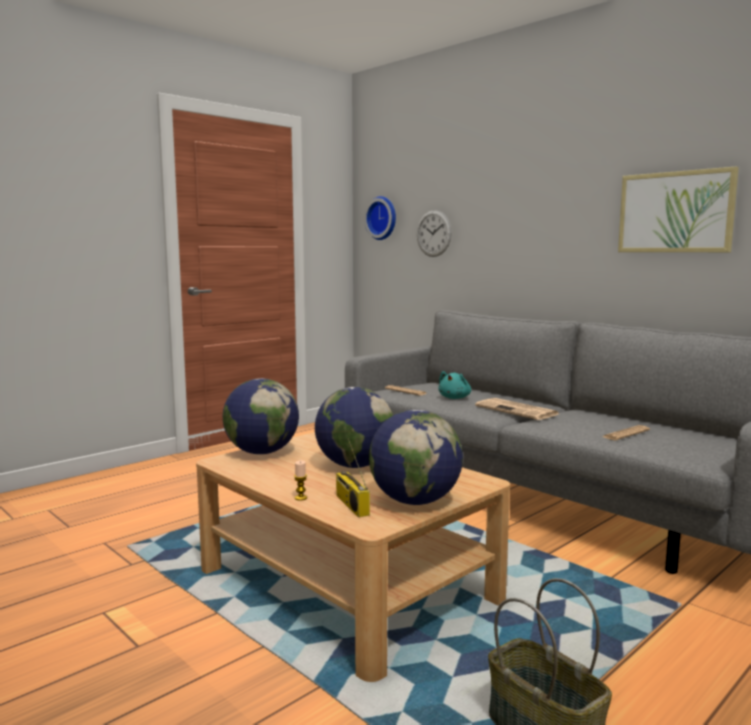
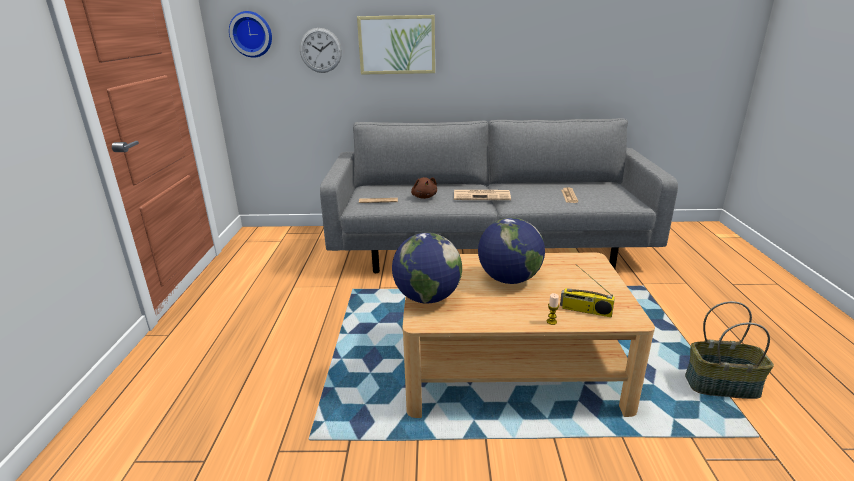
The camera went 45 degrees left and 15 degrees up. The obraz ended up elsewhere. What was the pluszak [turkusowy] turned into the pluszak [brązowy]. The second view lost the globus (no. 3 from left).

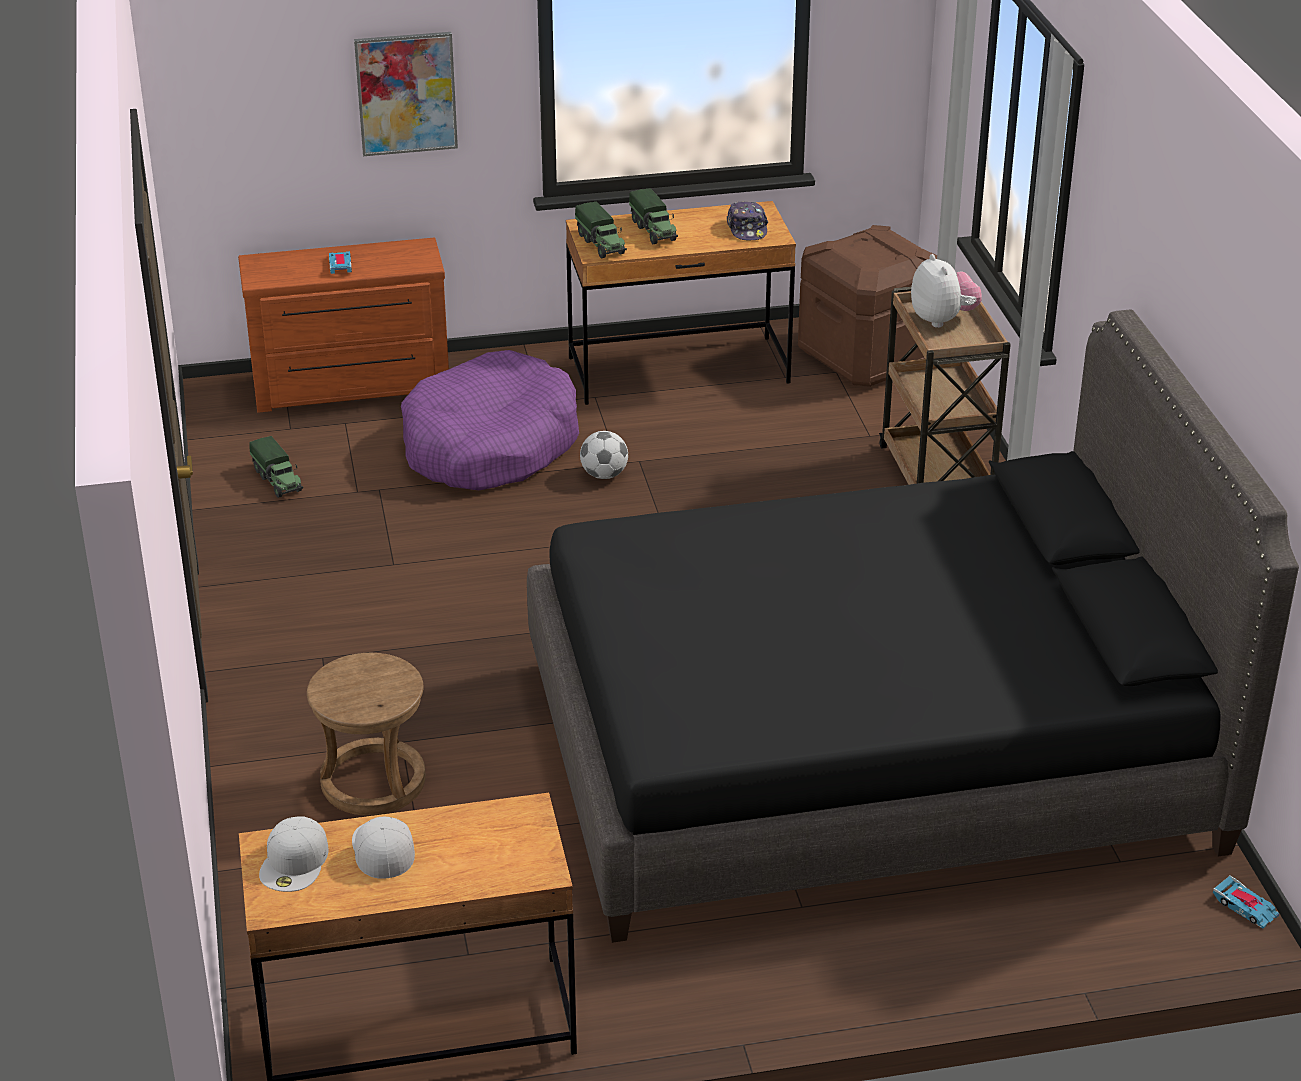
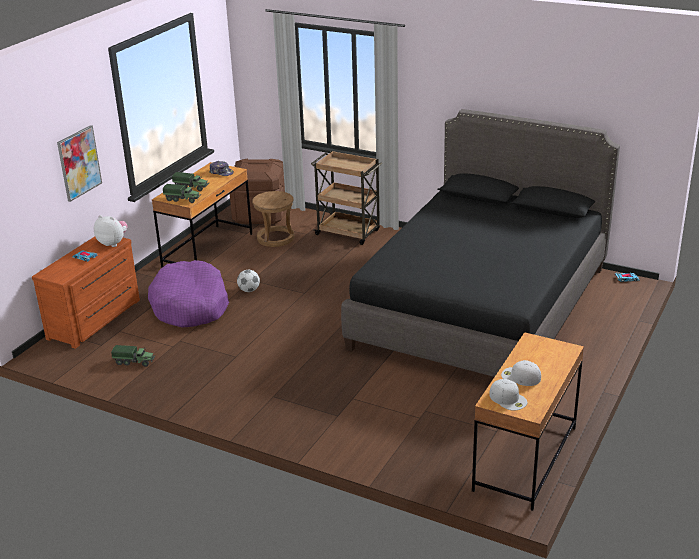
The camera went 50 degrees left and 5 degrees down. The pluszak ended up elsewhere. The stołek [brązowy] ended up elsewhere.

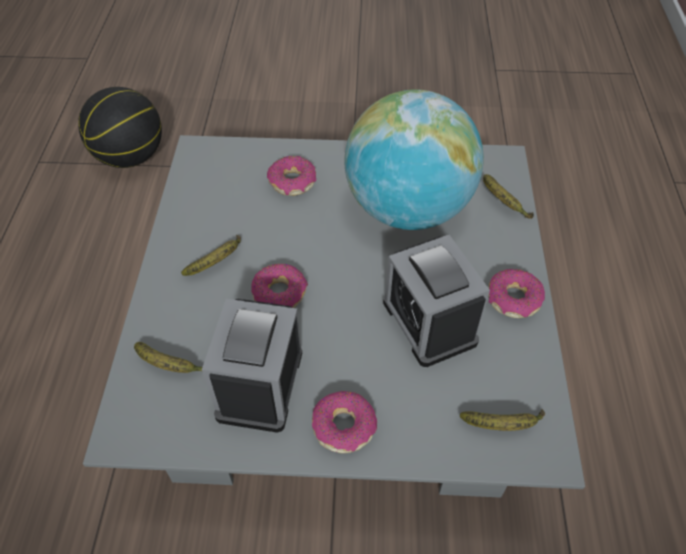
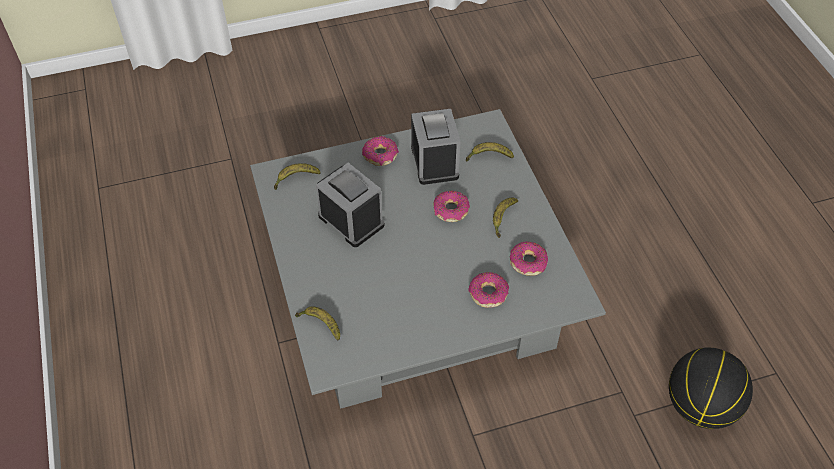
The camera went 160 degrees right and 0 degrees up. The donut (no. 4 from left) ended up elsewhere. The second view lost the globus.

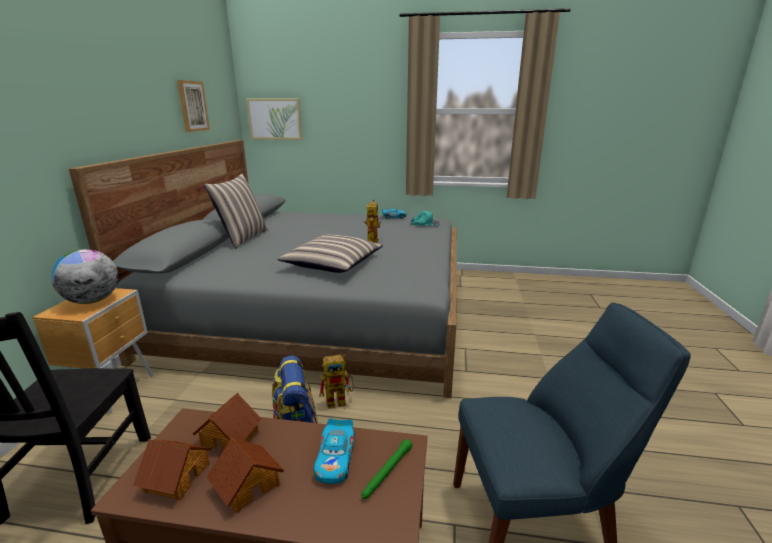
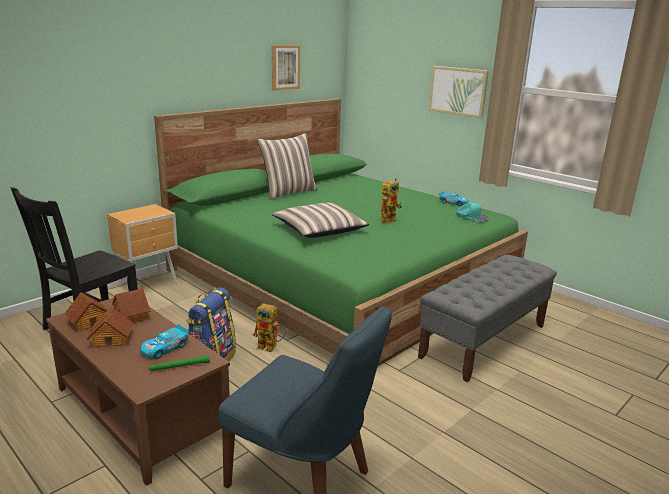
The camera went 35 degrees right and 0 degrees up. What was the łóżko [szary] turned into the łóżko [zielony]. The second view gained the ławka [szary]. The obraz (no. 2 from left) ended up elsewhere. The second view lost the globus.

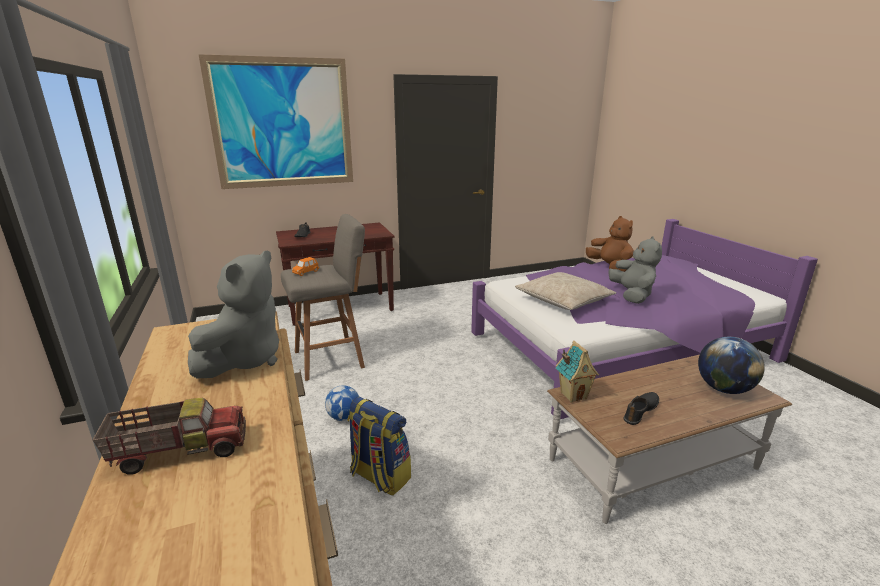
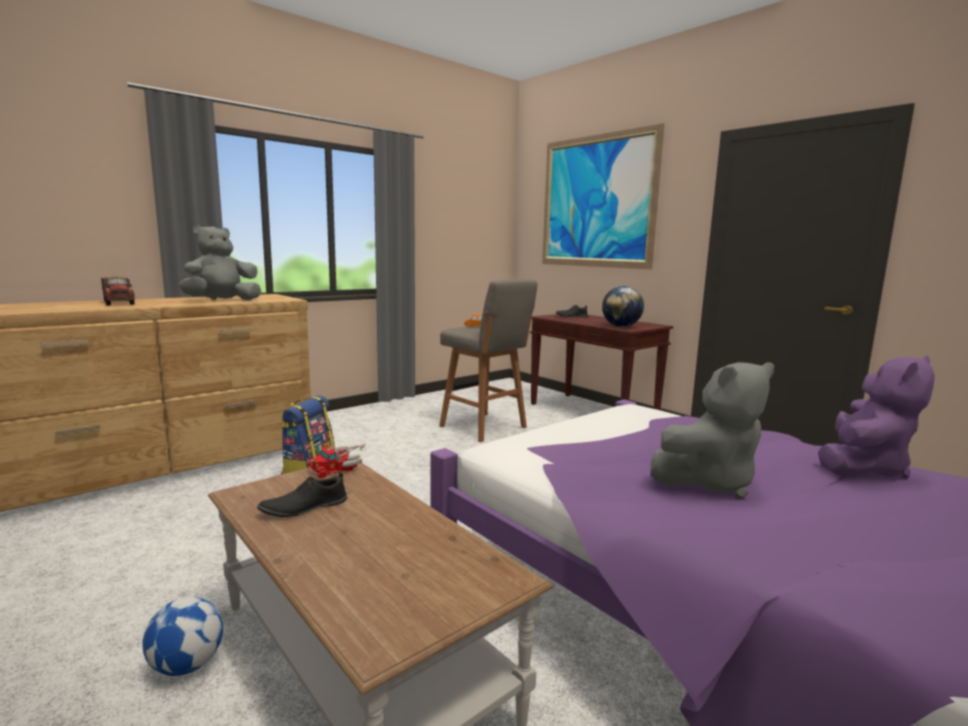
The camera went 70 degrees right and 10 degrees down. The piłka futbolowa ended up elsewhere. The pluszak [szary] (no. 1 from left) ended up facing another way, 135 degrees clockwise from before. The but [czarny] (no. 2 from left in the first image) ended up facing another way, 120 degrees clockwise from before. Where the domek stood, the ciężarówka zabawkowa (no. 2 from left) came to stand. The globus ended up elsewhere. What was the pluszak [brązowy] turned into the pluszak [fioletowy]. The second view lost the poduszka [beżowy].

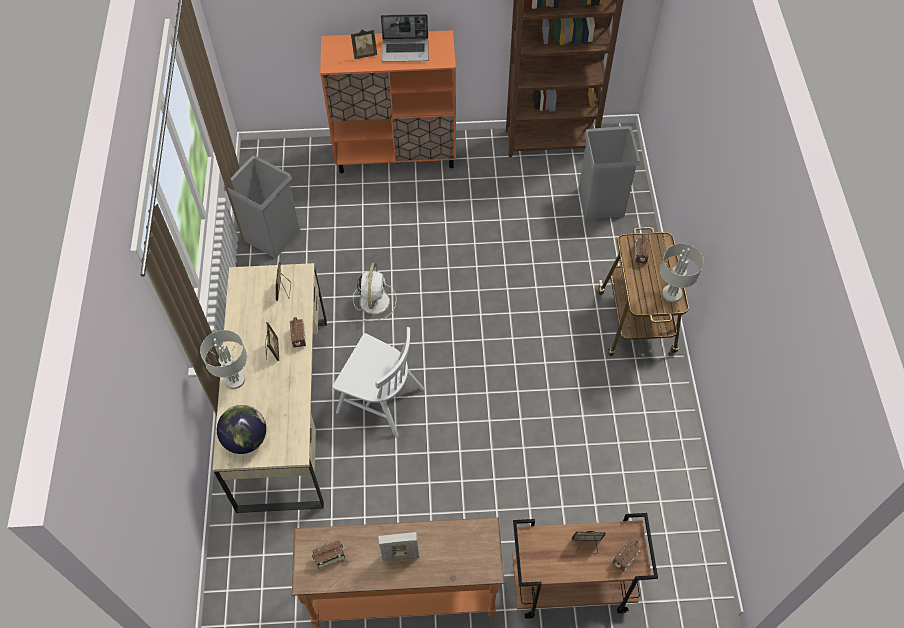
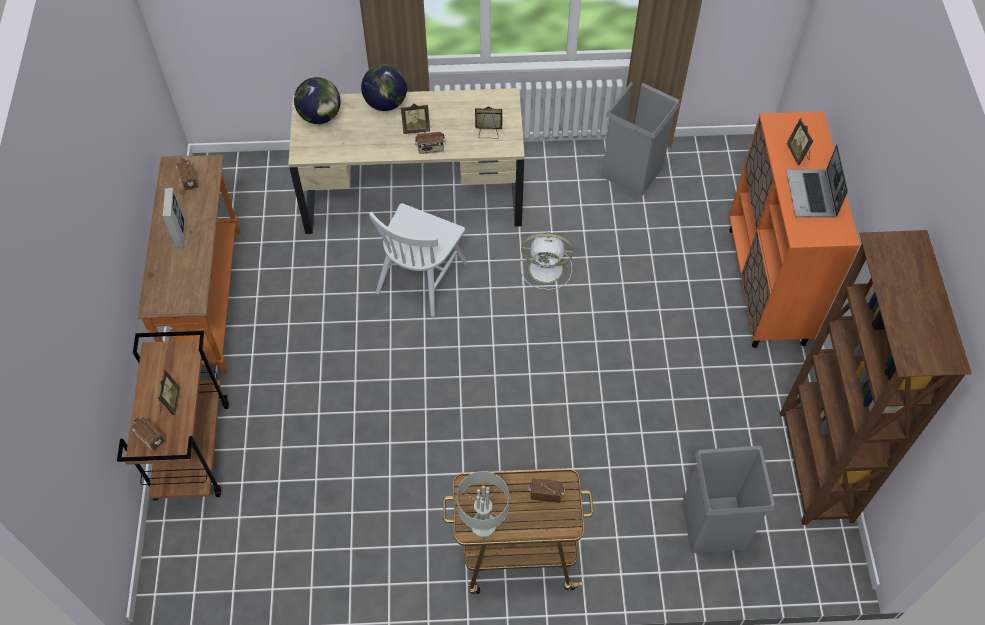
The camera went 90 degrees right and 0 degrees up. Where the lampa stołowa [szary] (no. 1 from left) stood, the globus (no. 2 from left) came to stand.

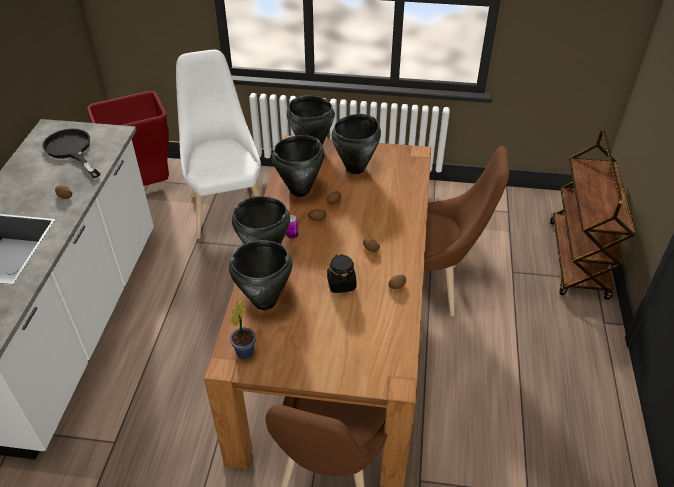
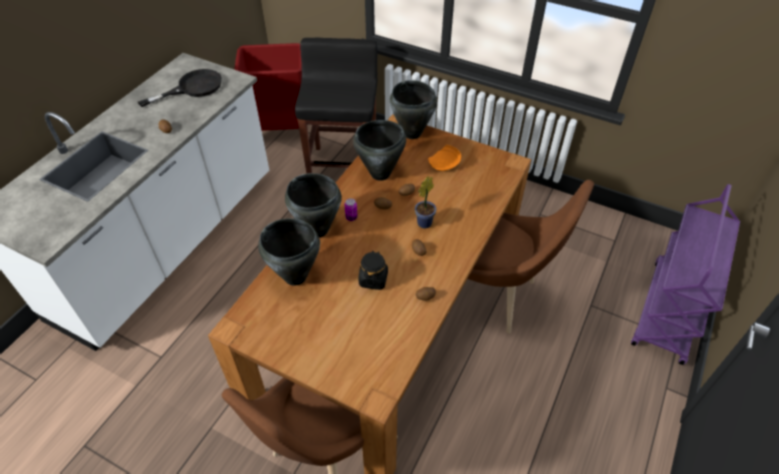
The camera went 20 degrees right and 5 degrees up. The patelnia [czarny] ended up facing another way, 75 degrees clockwise from before. Where the krzesło [biały] stood, the stołek [czarny] came to stand. The roślina doniczkowa ended up elsewhere. Where the garnek [czarny] (no. 5 from left) stood, the talerz [pomarańczowy] came to stand. What was the wózek [brązowy] turned into the wózek [fioletowy].

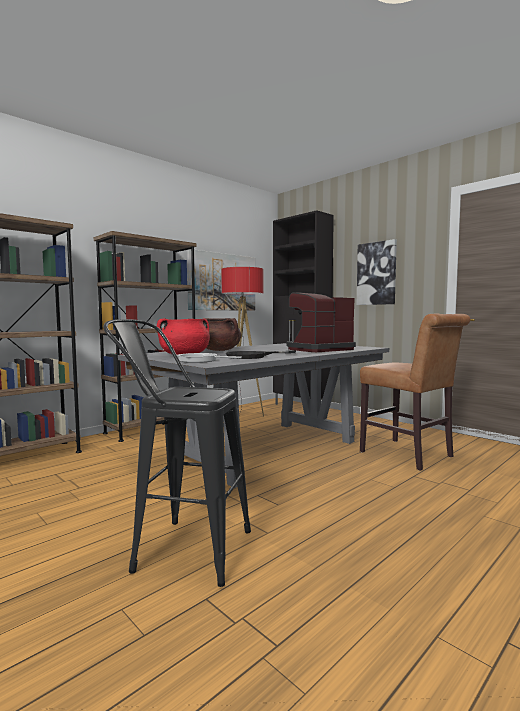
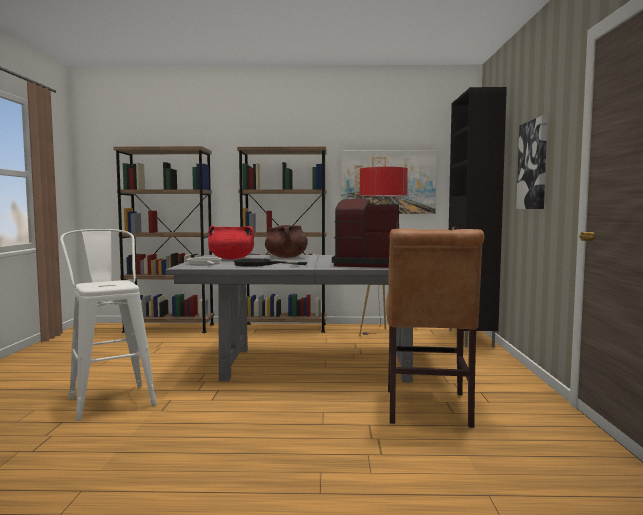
The camera went 45 degrees right and 0 degrees up. What was the stołek [czarny] turned into the stołek [biały].

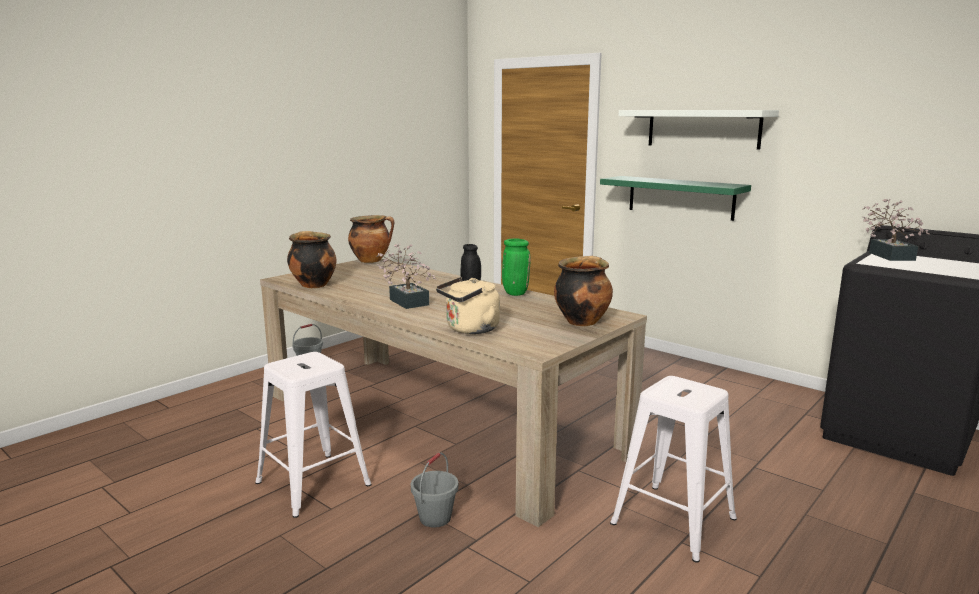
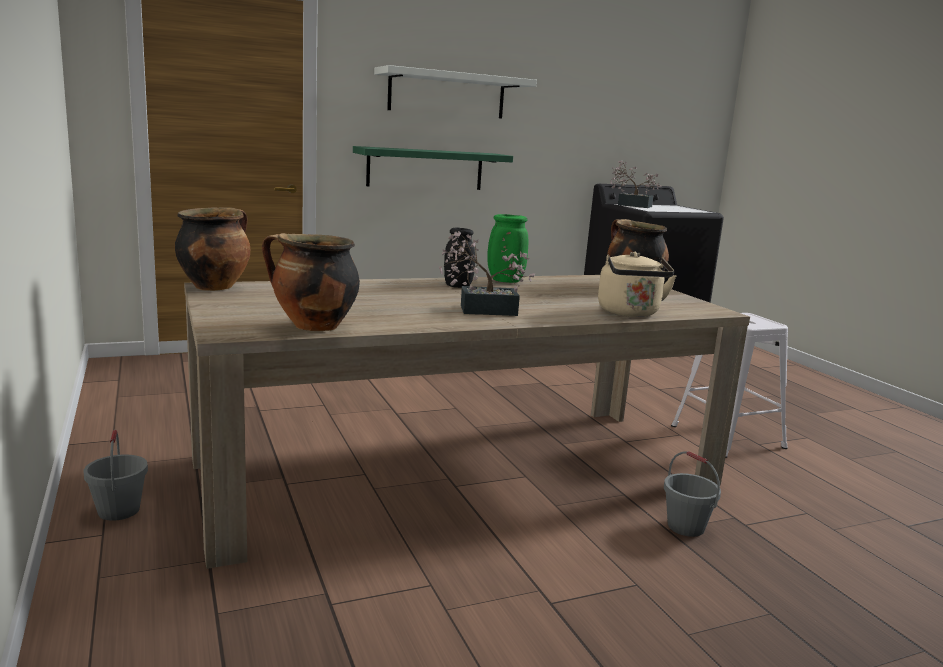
The camera went 65 degrees left and 0 degrees up. The second view lost the stołek [biały] (no. 1 from left).

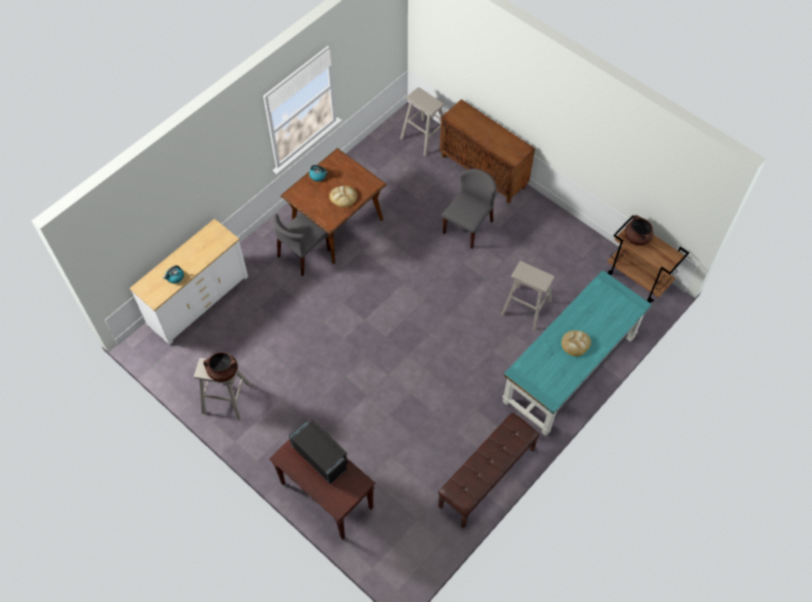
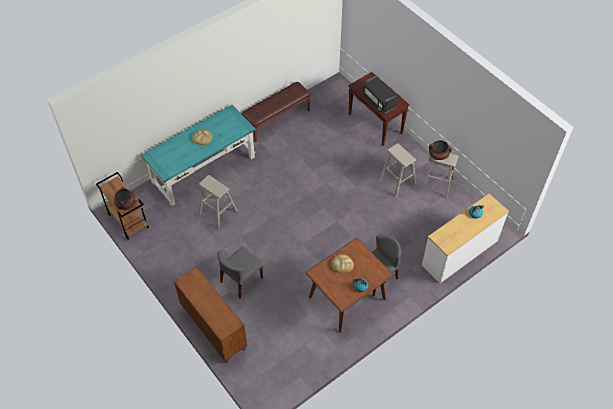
The camera went 170 degrees left and 5 degrees down. The stołek [beżowy] (no. 2 from left) ended up elsewhere.

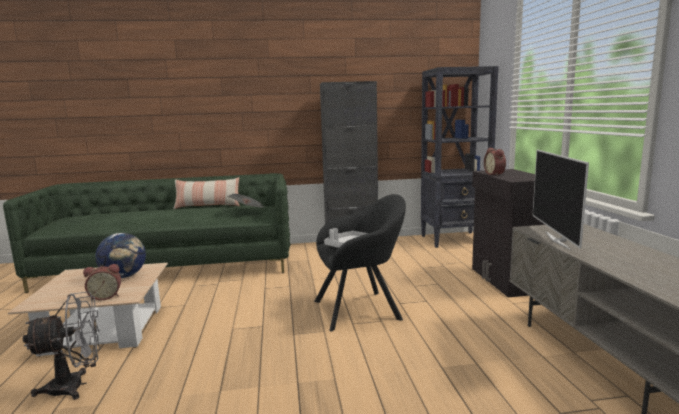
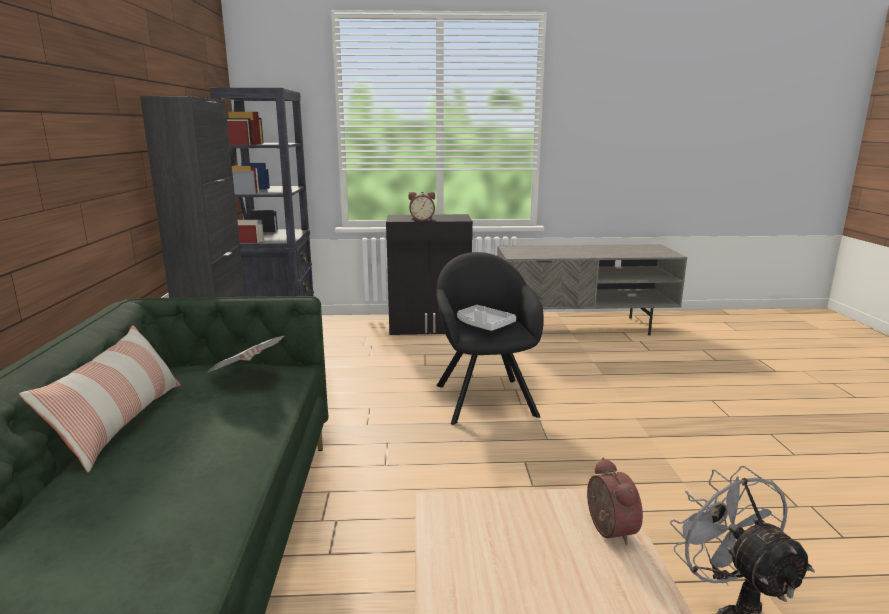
The camera went 85 degrees left and 5 degrees up. The second view lost the globus. The second view lost the telewizor.

